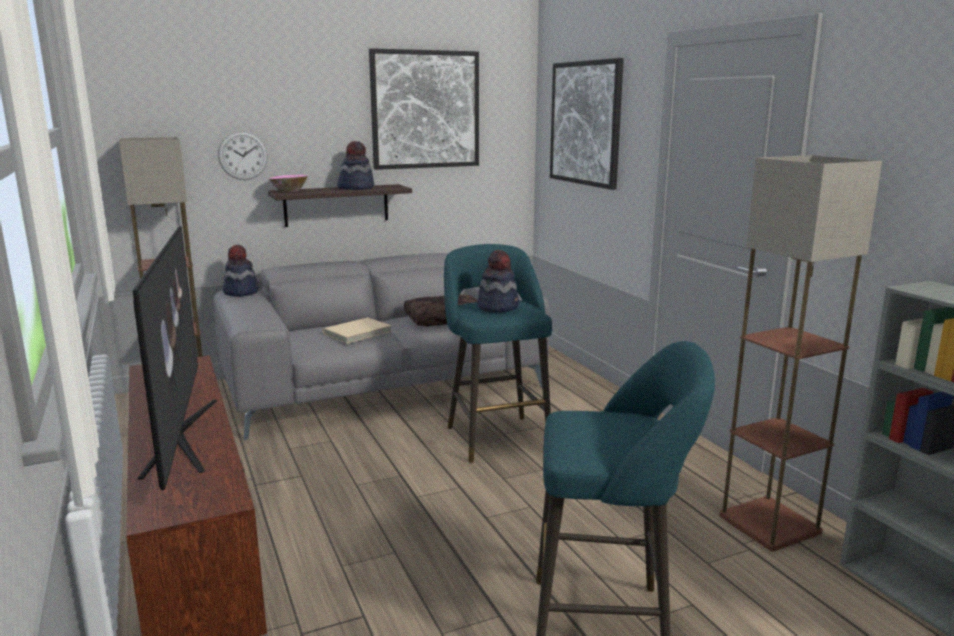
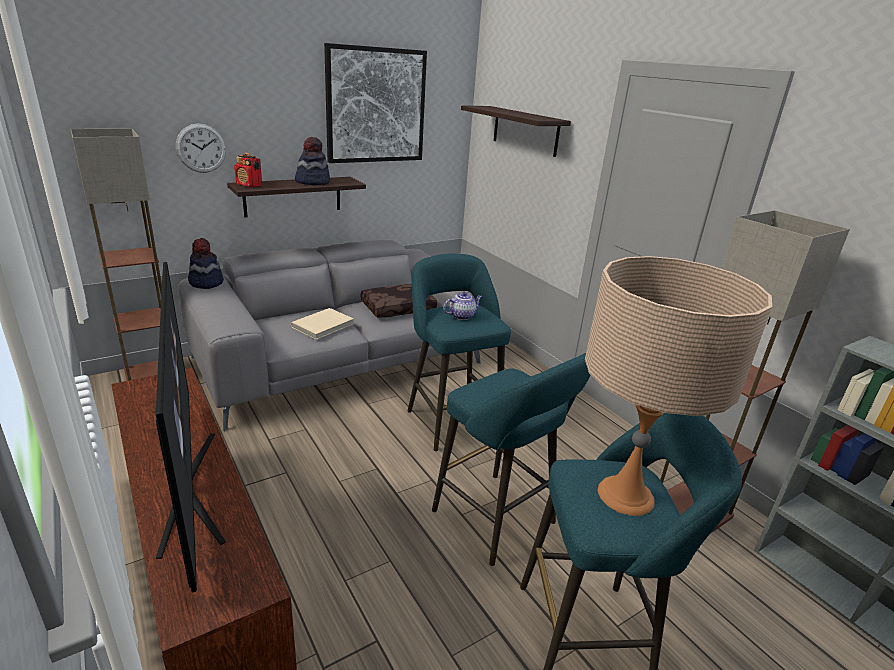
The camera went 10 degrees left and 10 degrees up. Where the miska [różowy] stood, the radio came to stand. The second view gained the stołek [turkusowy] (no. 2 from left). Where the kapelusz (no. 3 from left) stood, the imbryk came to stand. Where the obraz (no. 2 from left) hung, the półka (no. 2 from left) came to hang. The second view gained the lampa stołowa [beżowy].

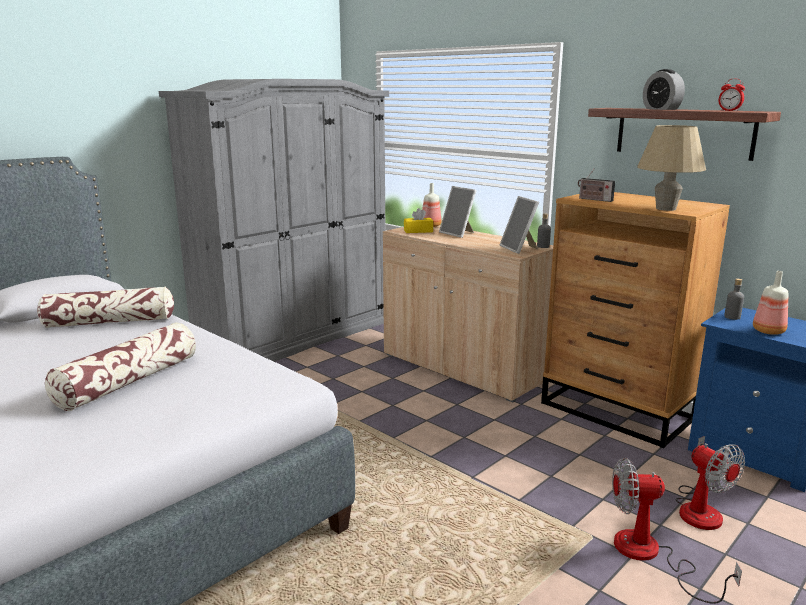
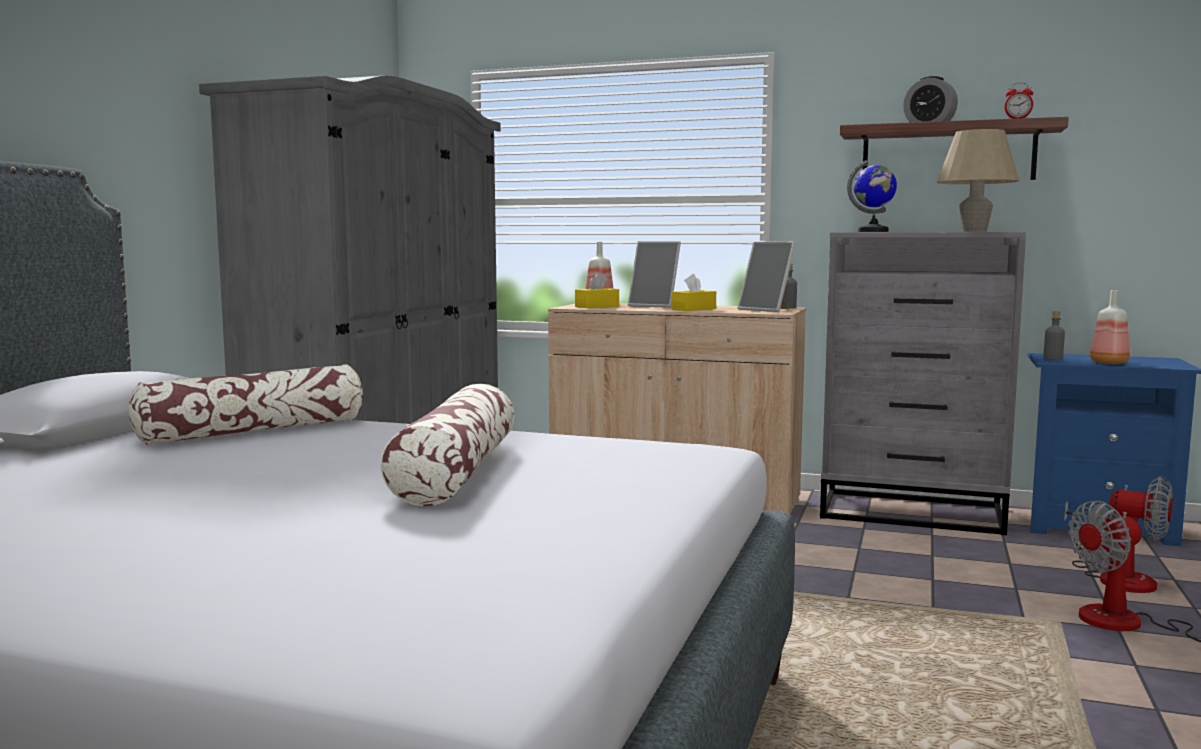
The camera went 25 degrees left and 10 degrees down. The second view gained the pudełko chusteczek [żółty] (no. 2 from left). What was the komoda [brązowy] turned into the komoda [szary]. Where the radio stood, the globus came to stand.

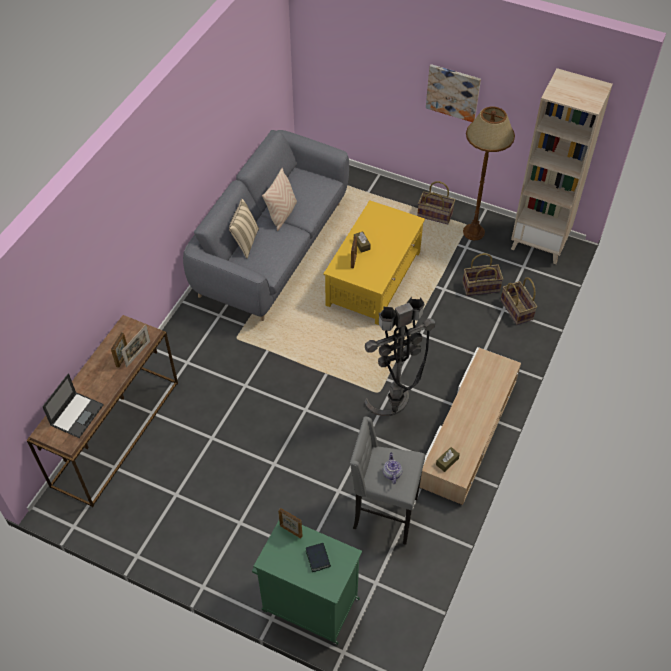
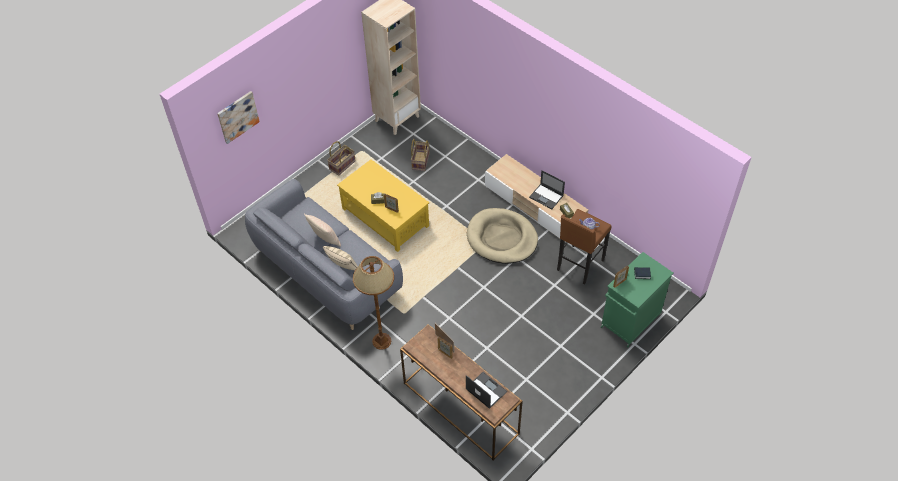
The camera went 70 degrees left and 0 degrees up. The obraz ended up elsewhere. The lampa stojąca [brązowy] ended up elsewhere. Where the lampa stojąca [szary] stood, the legowisko [beżowy] came to stand. The second view gained the laptop (no. 2 from left). What was the stołek [szary] turned into the stołek [brązowy]. The second view lost the koszyk (no. 3 from left).

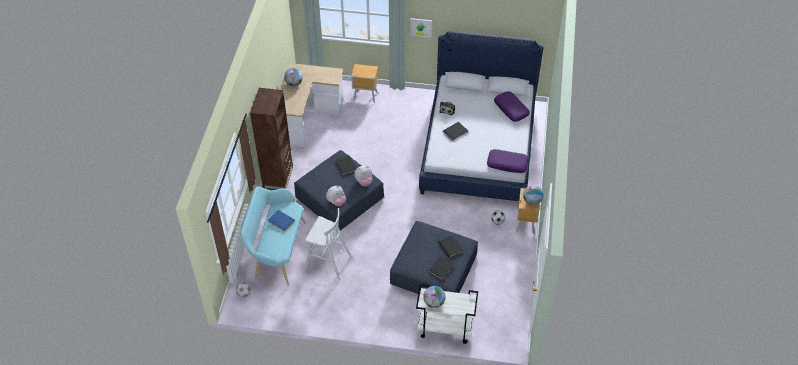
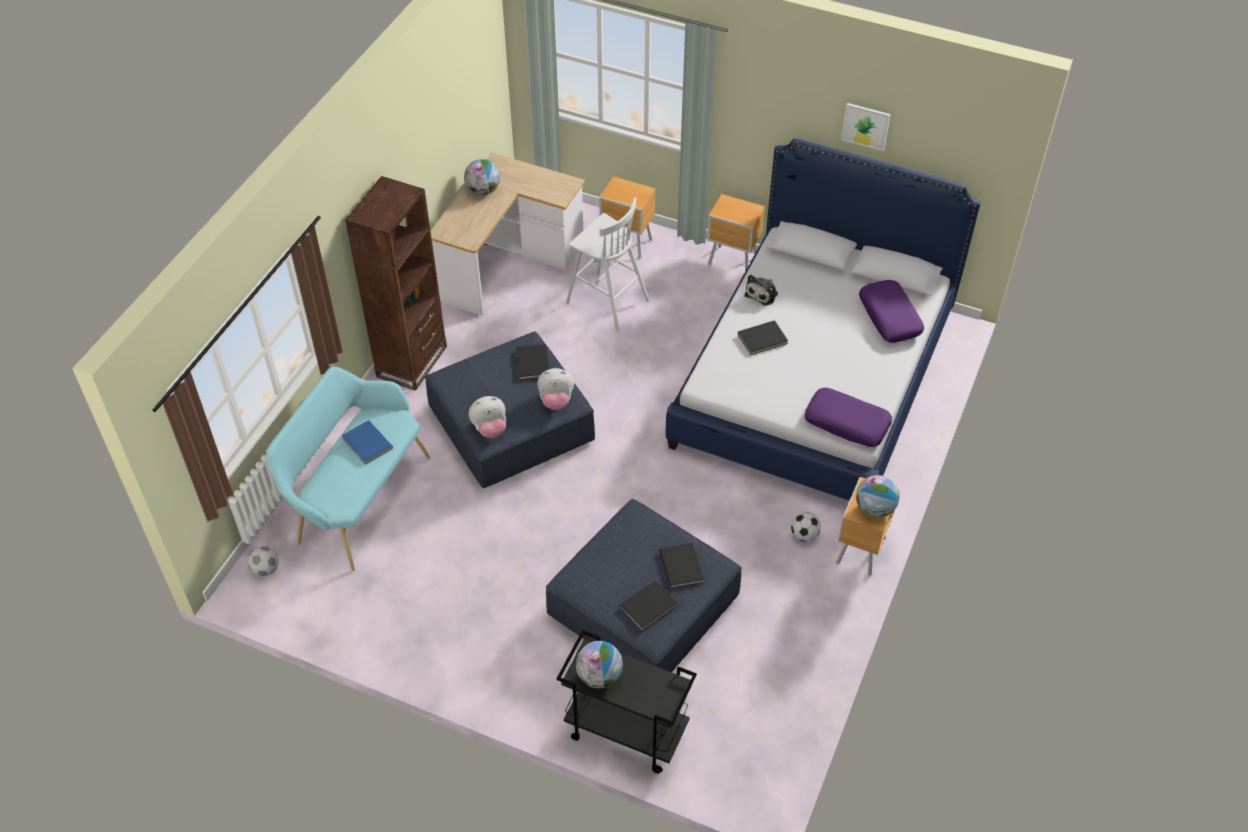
The camera went 15 degrees right and 0 degrees up. What was the wózek [biały] turned into the wózek [czarny]. The stołek [biały] ended up elsewhere. The second view gained the szafka nocna [brązowy] (no. 2 from left). The obraz ended up elsewhere.

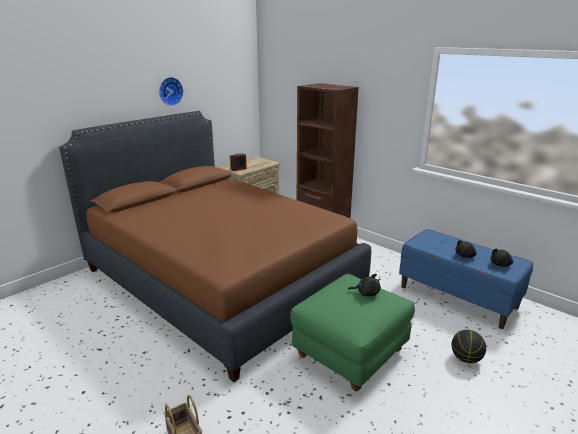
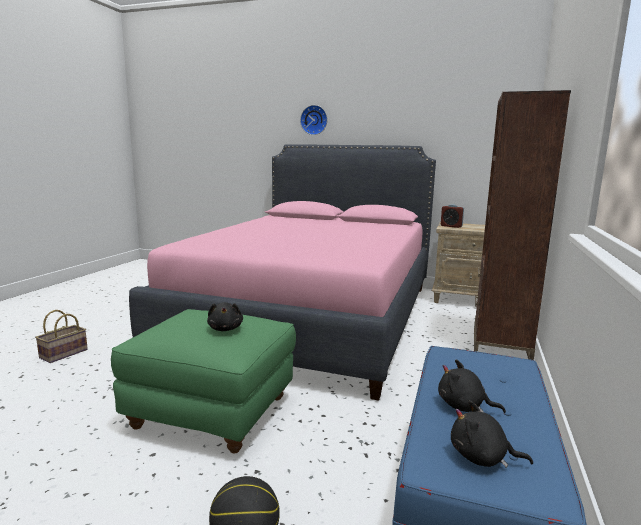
The camera went 65 degrees right and 10 degrees down. What was the łóżko [brązowy] turned into the łóżko [różowy]. The zegar ścienny ended up elsewhere.

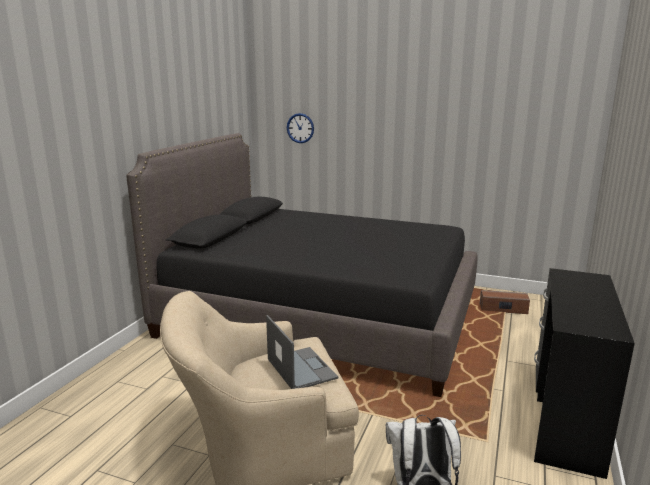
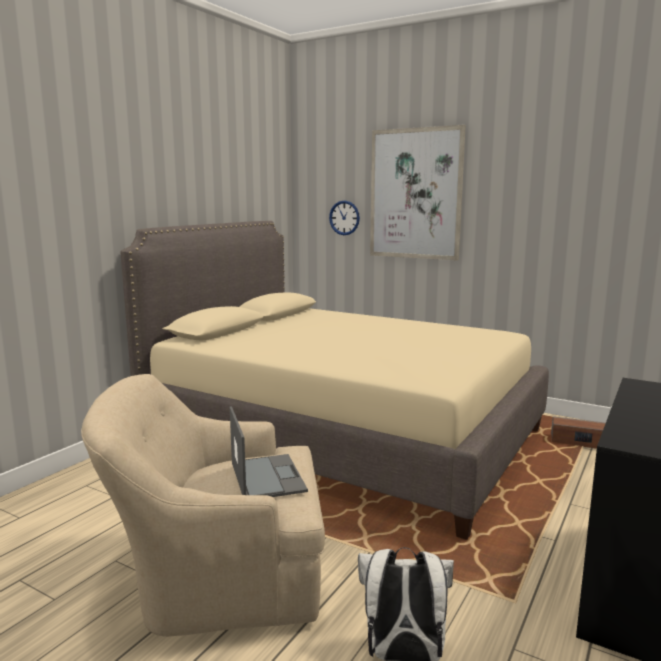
The camera went 10 degrees right and 5 degrees down. What was the łóżko [czarny] turned into the łóżko [beżowy]. The second view gained the obraz.

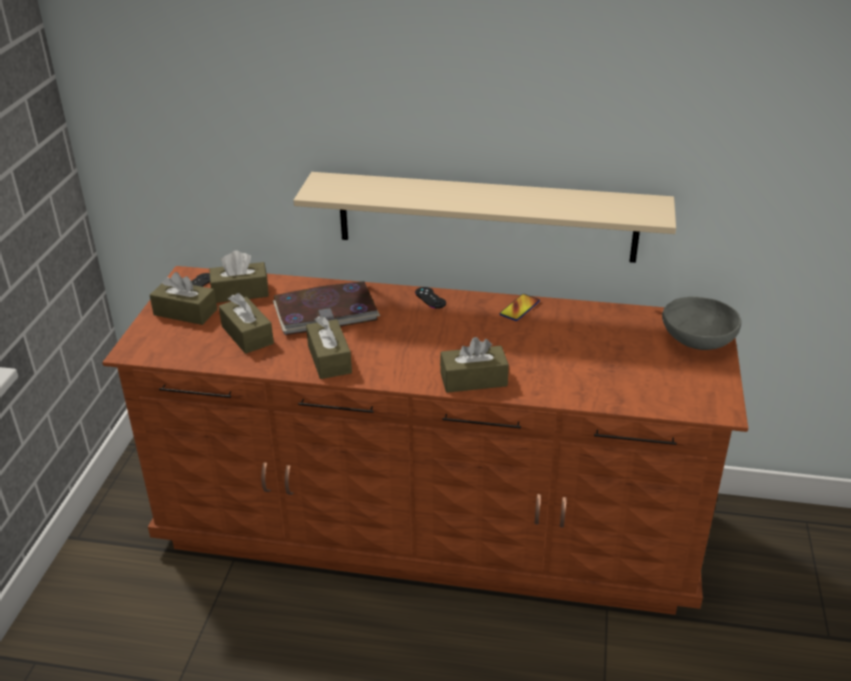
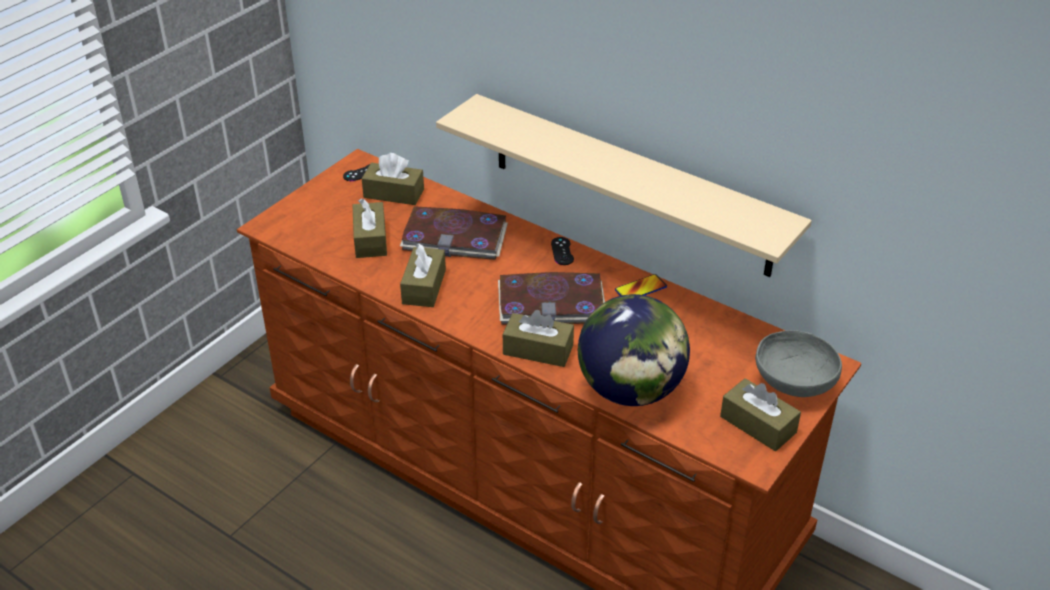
The camera went 25 degrees right and 5 degrees up. The second view gained the książka (no. 2 from left). The second view gained the globus. The pudełko chusteczek [brązowy] (no. 1 from left in the first image) ended up elsewhere.

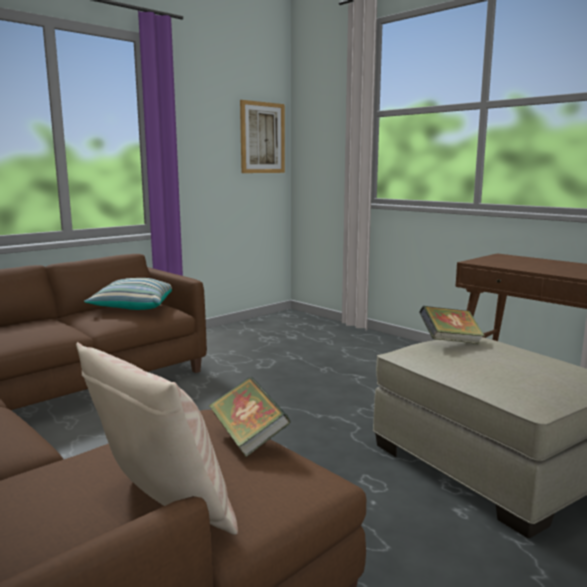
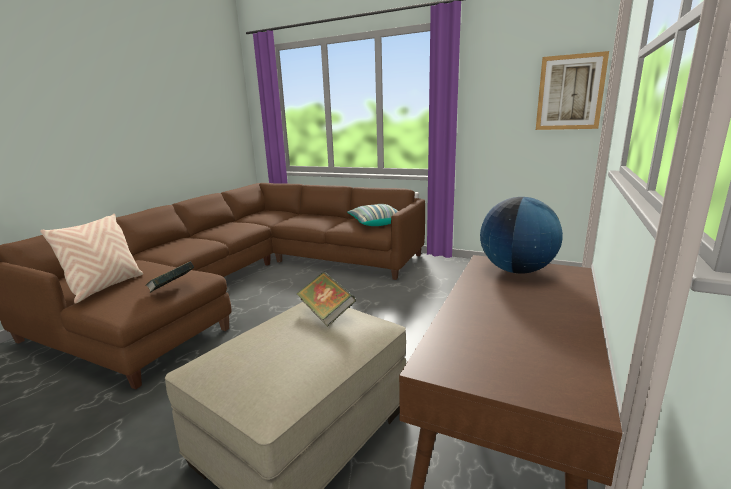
The camera went 70 degrees right and 5 degrees up. The second view gained the globus.

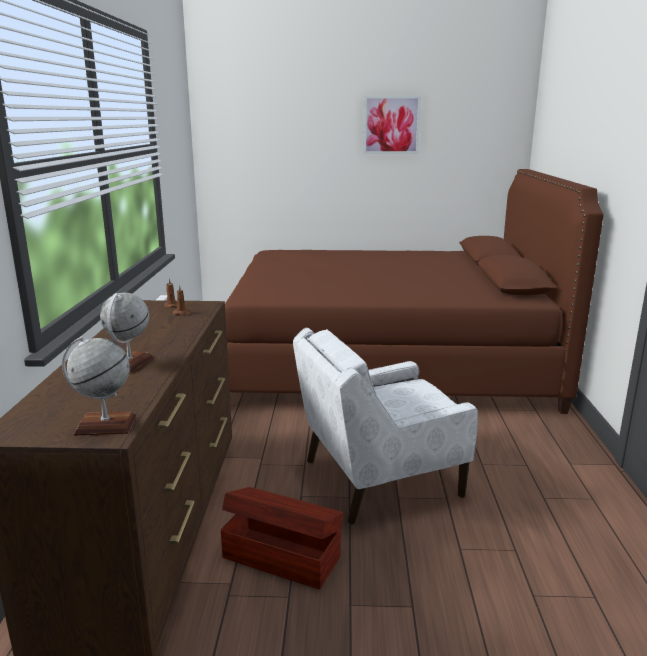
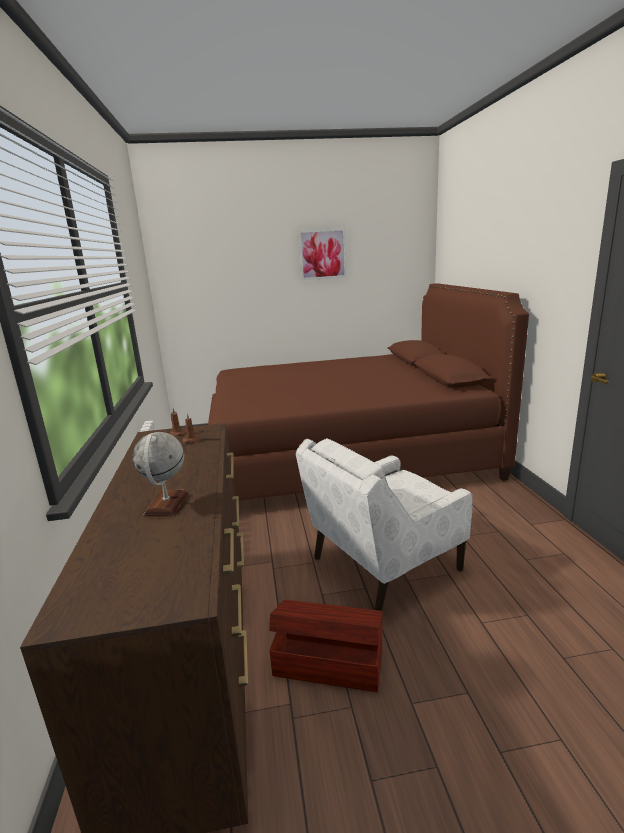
The camera went 10 degrees left and 0 degrees up. The second view lost the globus (no. 1 from left).

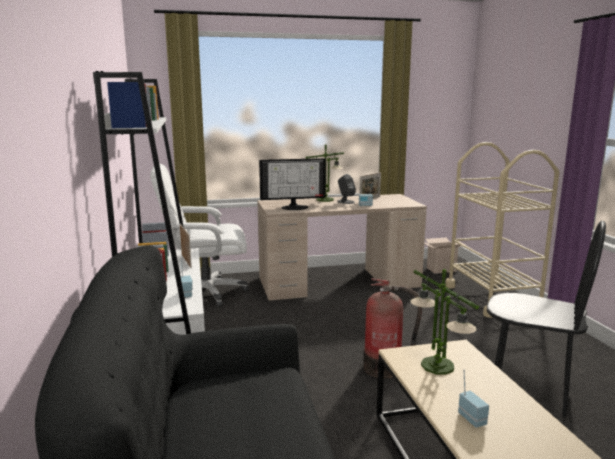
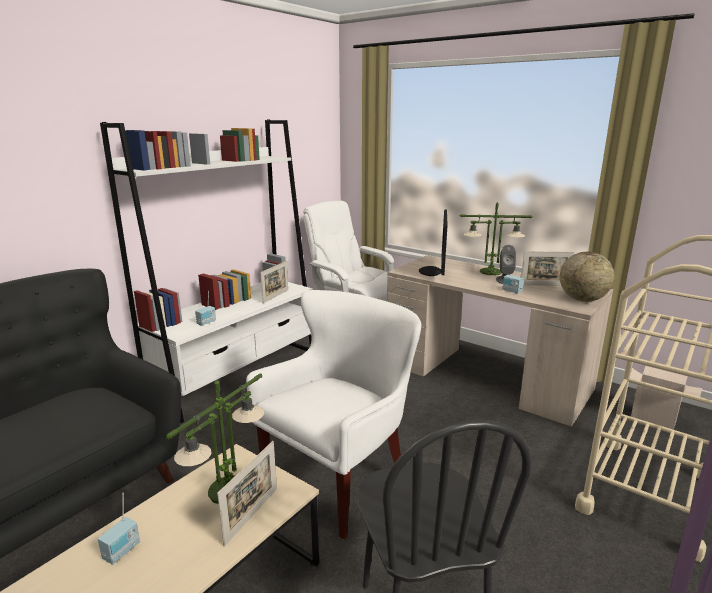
The camera went 50 degrees right and 5 degrees up. The second view gained the ramka na zdjęcie (no. 1 from left). Where the gaśnica stood, the fotel [biały] came to stand. The monitor ended up facing another way, 60 degrees clockwise from before. The second view gained the globus.

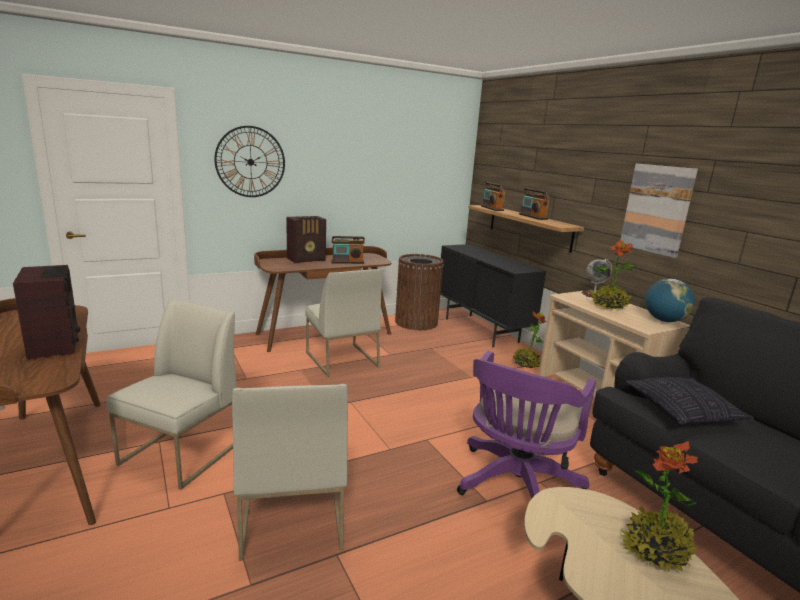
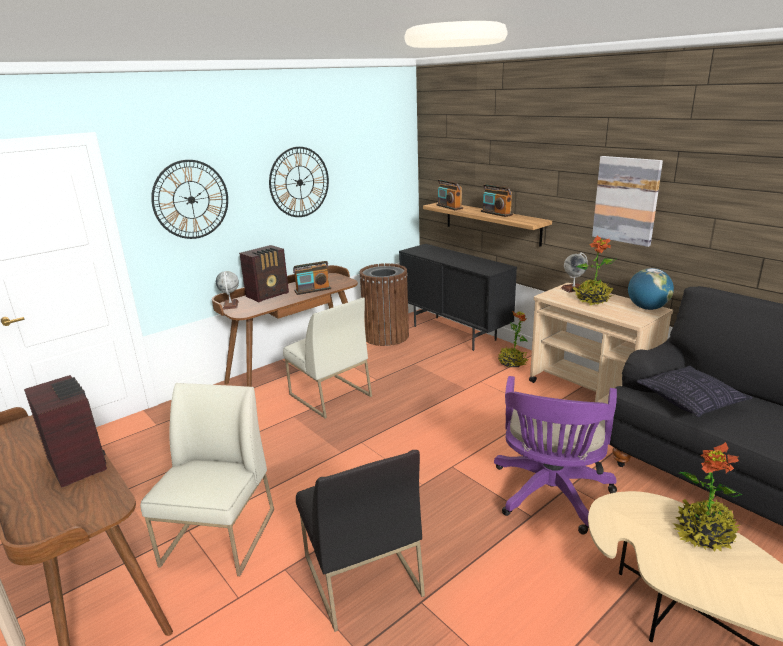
The camera went 10 degrees left and 5 degrees up. The second view gained the globus (no. 1 from left). The second view gained the zegar ścienny (no. 2 from left). What was the krzesło [biały] (no. 2 from left) turned into the krzesło [czarny].

